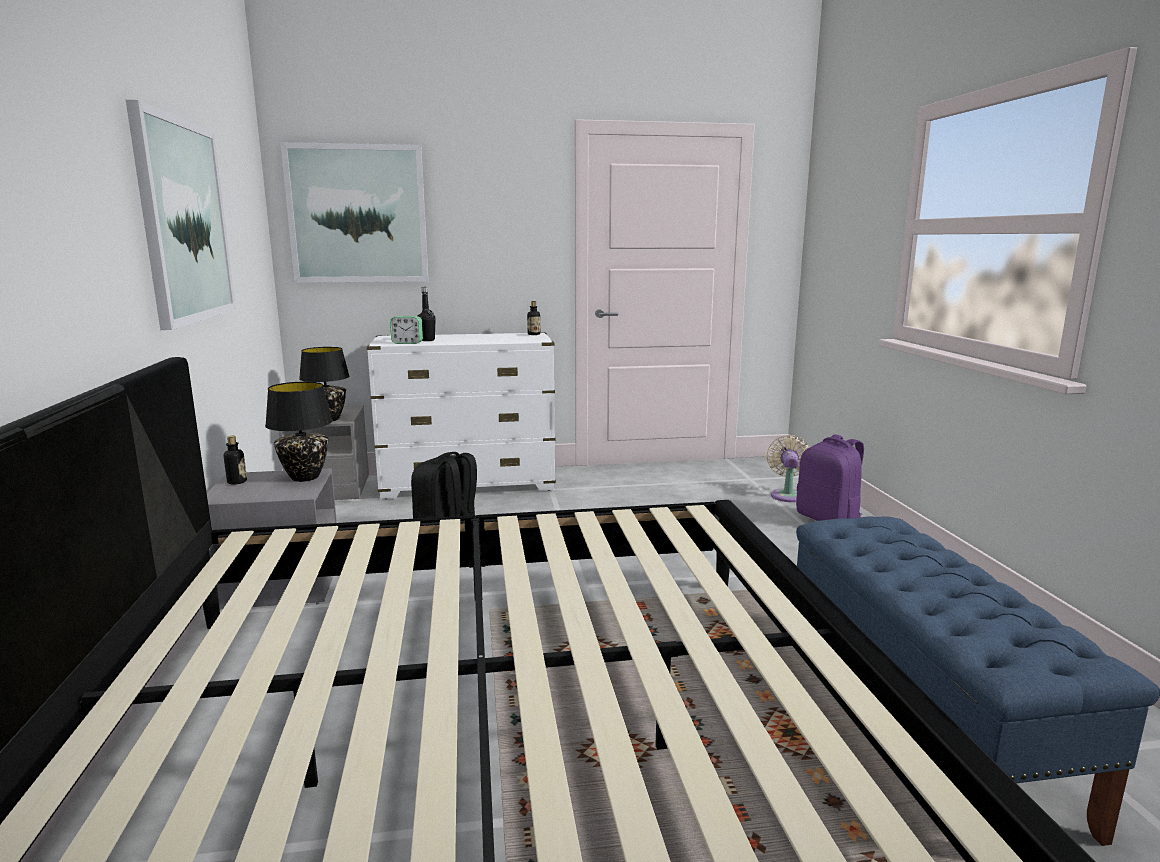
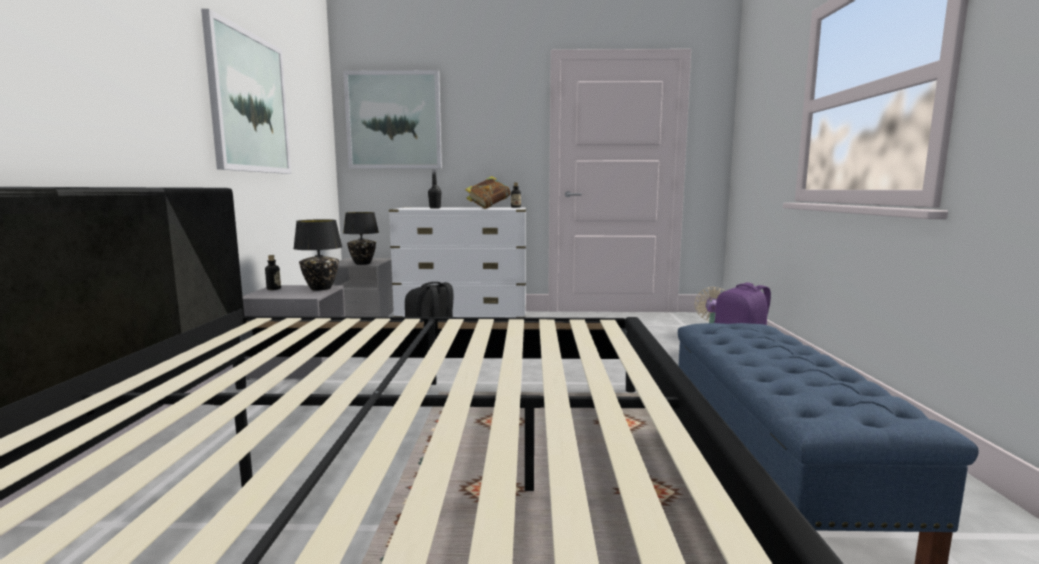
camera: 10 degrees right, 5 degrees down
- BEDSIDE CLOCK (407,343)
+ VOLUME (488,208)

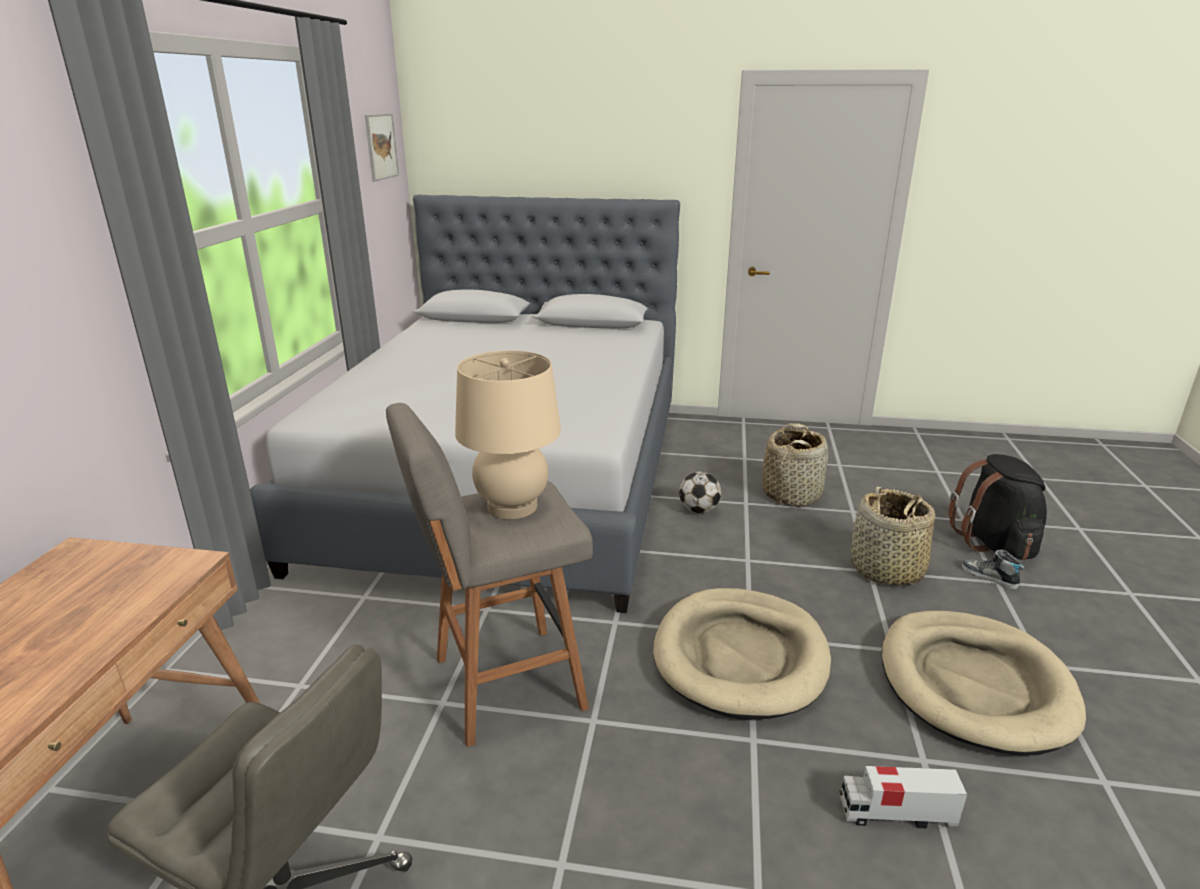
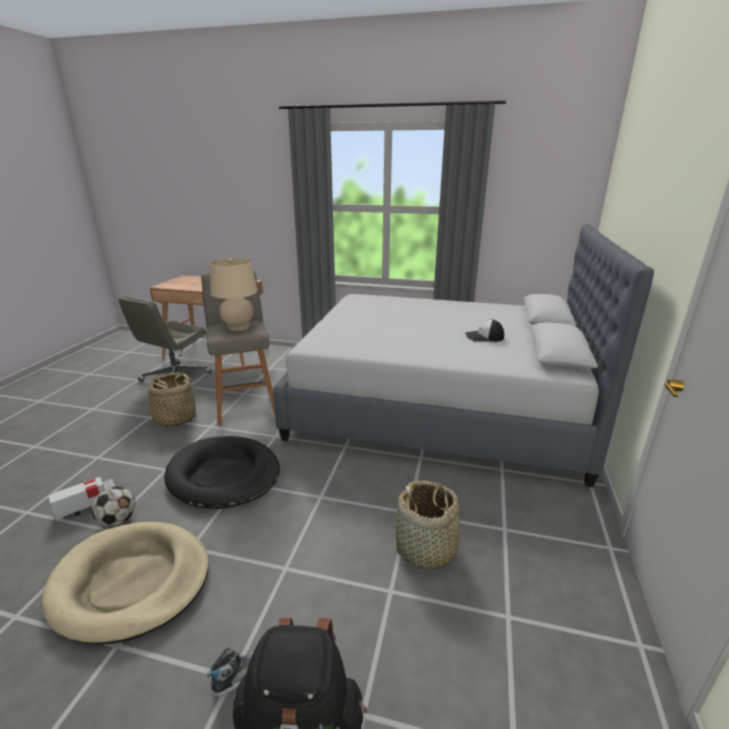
camera: 95 degrees right, 0 degrees up
- WALL PICTURE (381,146)
~ BEIGE DOG CUSHION (740,657) to BLACK-COLOURED DOG CUSHION (224,475)
~ BALL FOR FOOTBALL (699,510) to (118,520)
~ TOY LORRY (895,814) = (89,506) 45 degrees clockwise
~ STORAGE BASKET (886,570) to (175,418)
+ PEAKED CAP (484,337)

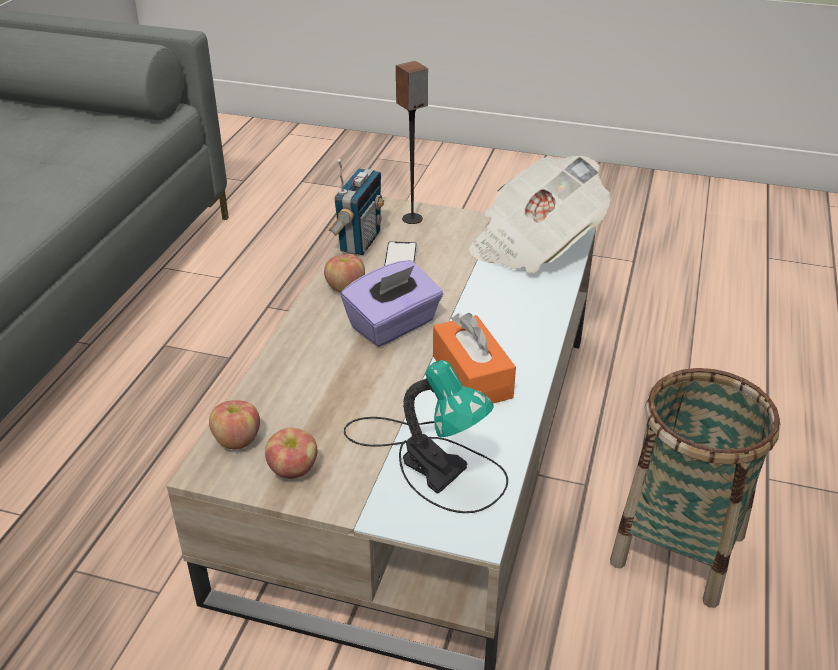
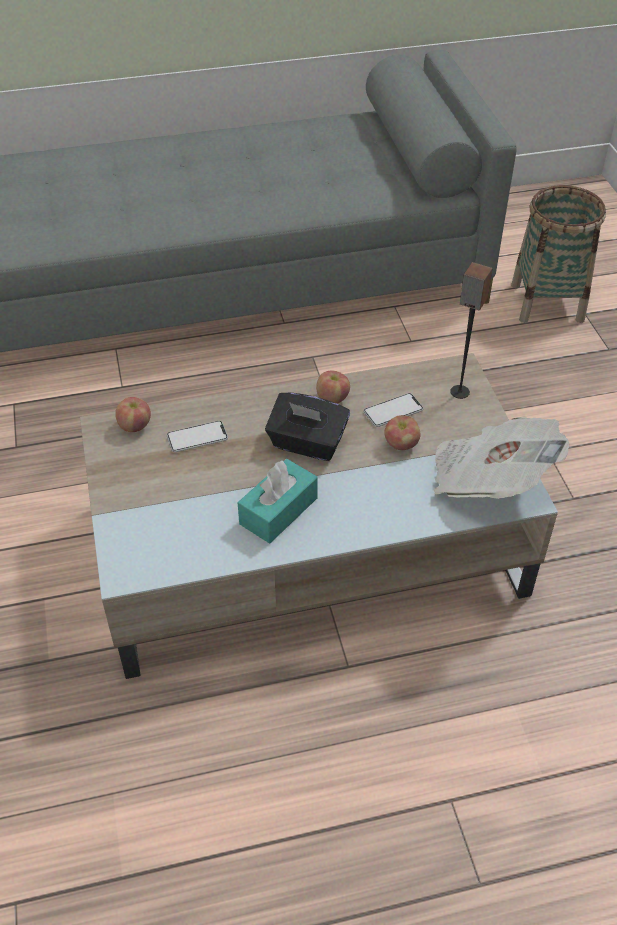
camera: 60 degrees right, 10 degrees up
~ APPLE FRUIT (293,470) to (401,444)
- RADIO SET (359,241)
~ PURPLE-COLOURED TISSUE HOLDER (393,325) to BLACK-COLOURED TISSUE HOLDER (307,444)
- TABLETOP LAMP (430,460)
~ ORANGEY TISSUE HOLDER (472,376) to BLUE-GREEN TISSUE HOLDER (278,511)
~ STORAGE BASKET (677,549) to (547,302)
+ PHONE (197,437)

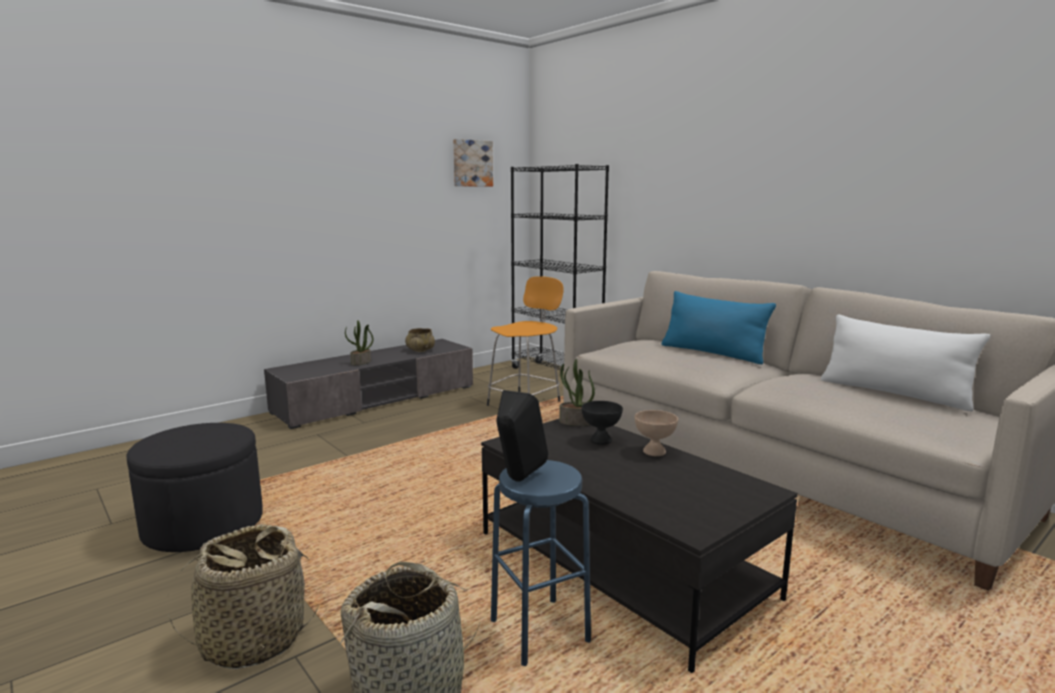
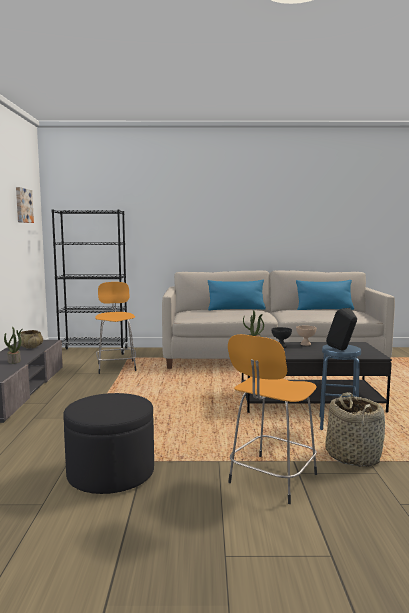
camera: 50 degrees left, 5 degrees down
~ STORAGE BASKET (252,639) to ORANGEY SITTING STOOL (271,480)
~ WHITE PILLOW (893,393) to BLUE PILLOW (324,309)

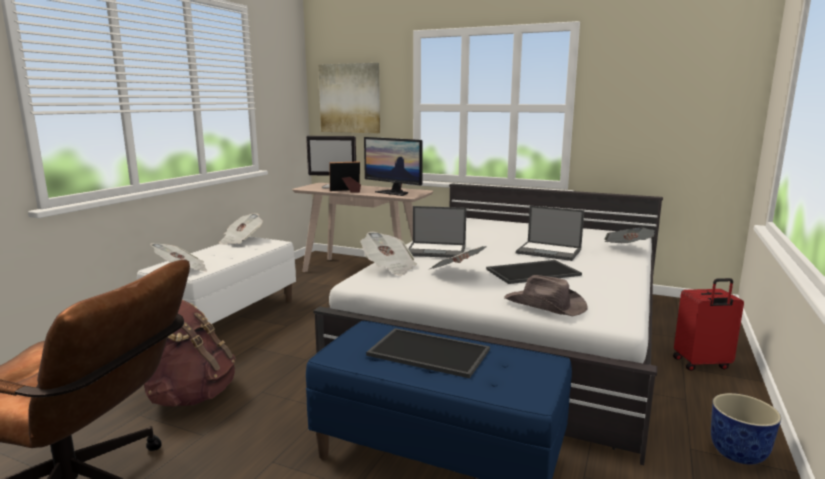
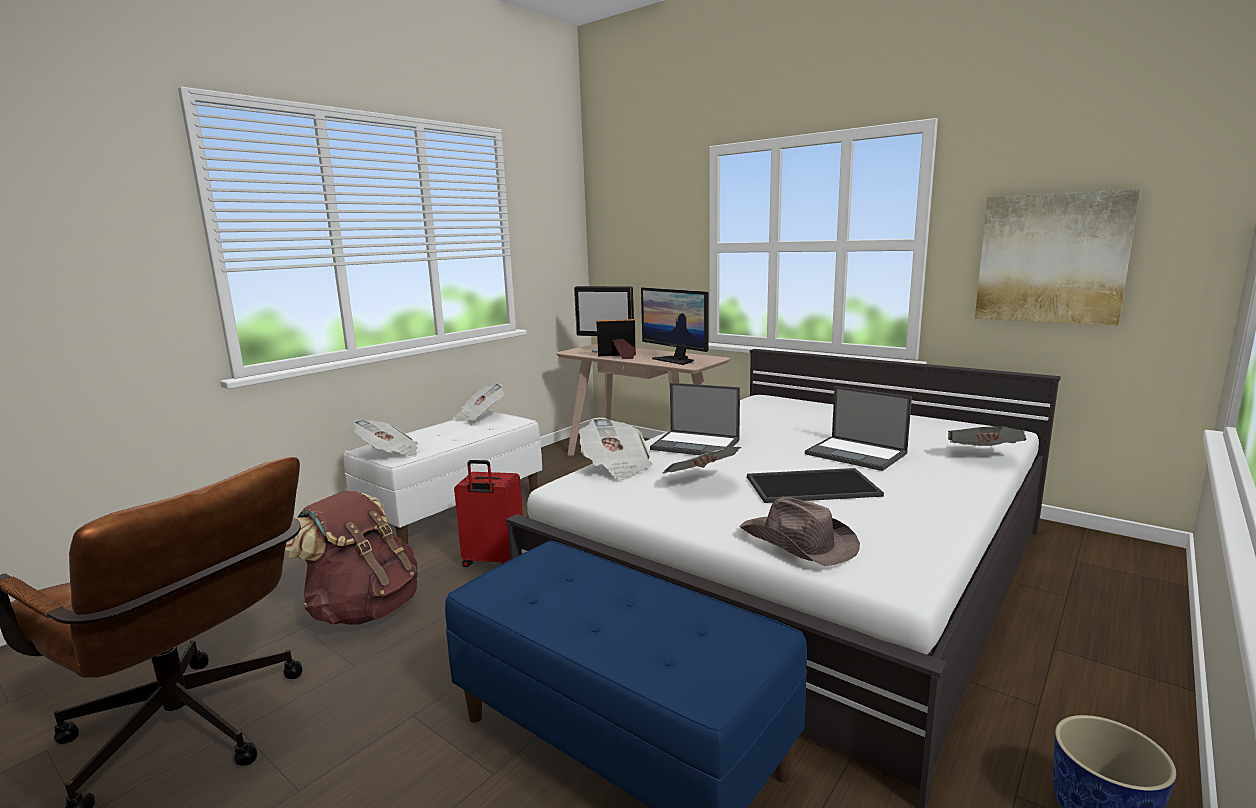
camera: 15 degrees right, 0 degrees up
~ WALL PICTURE (350,98) to (1051,258)
- SERVING TRAY (426,353)
~ REDDISH TRAVEL CASE (702,364) to (493,561)

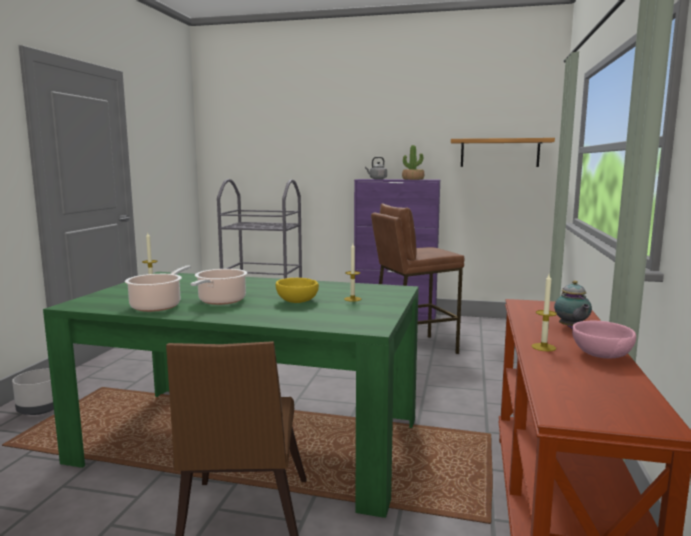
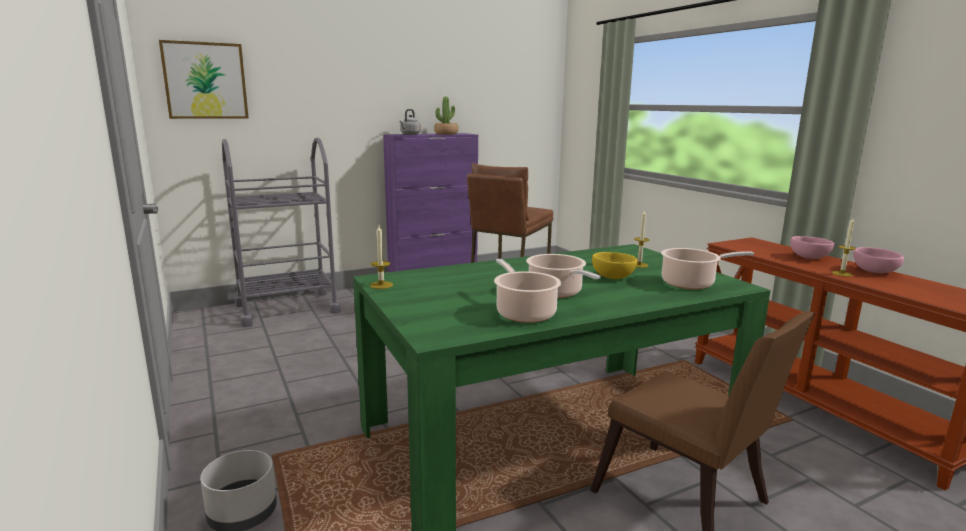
camera: 40 degrees left, 5 degrees up
- BRACKET SHELF (499,153)
~ TEAPOT (571,328) to PINK SERVING BOWL (808,257)
+ WALL PICTURE (205,81)
+ STOCKPOT (691,283)

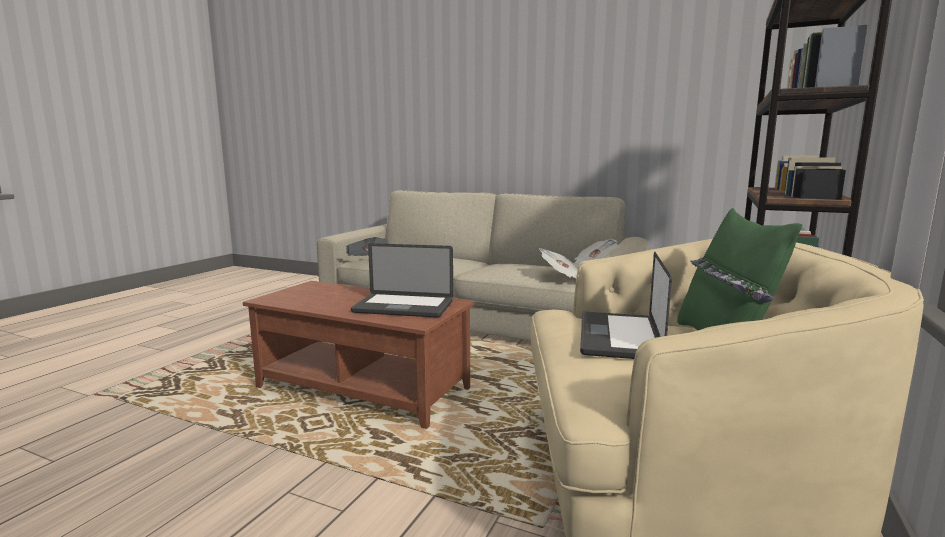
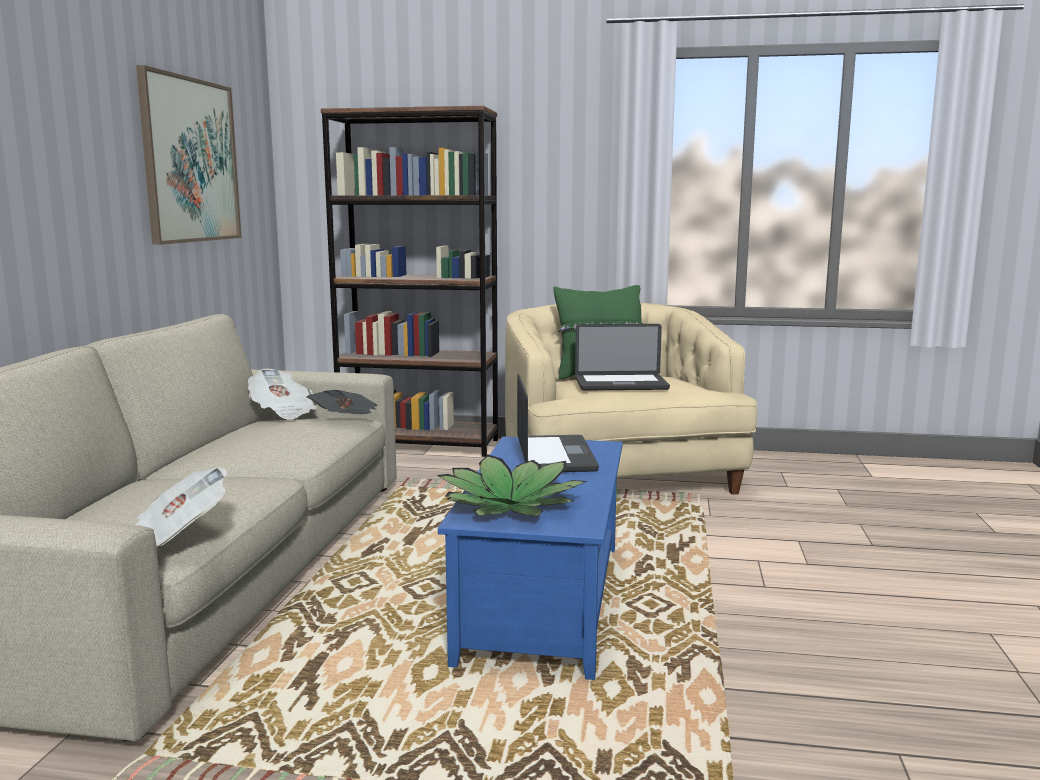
camera: 105 degrees left, 0 degrees up
~ BROWNISH COFFEE TABLE (364,388) to BLUE COFFEE TABLE (540,601)
+ WALL PICTURE (190,160)
+ PLANT IN A POT (510,505)

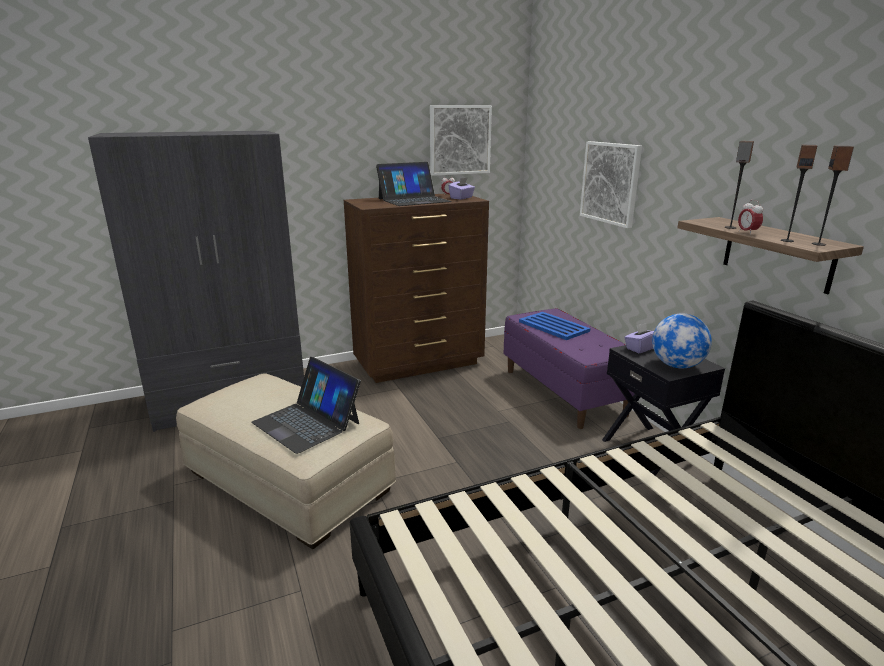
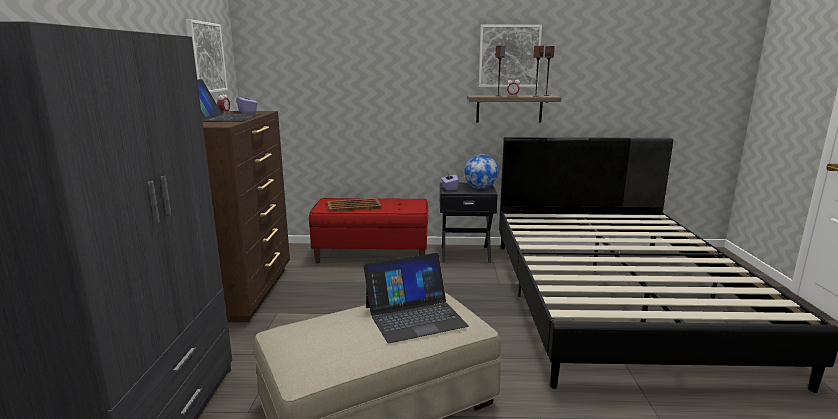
camera: 65 degrees left, 5 degrees down
~ PURPLE-COLOURED LONG SEAT (564,392) to REDDISH LONG SEAT (372,254)
~ BLUE SERVING TRAY (554,327) to BROWNISH SERVING TRAY (354,206)
~ WALL PICTURE (610,183) to (509,56)

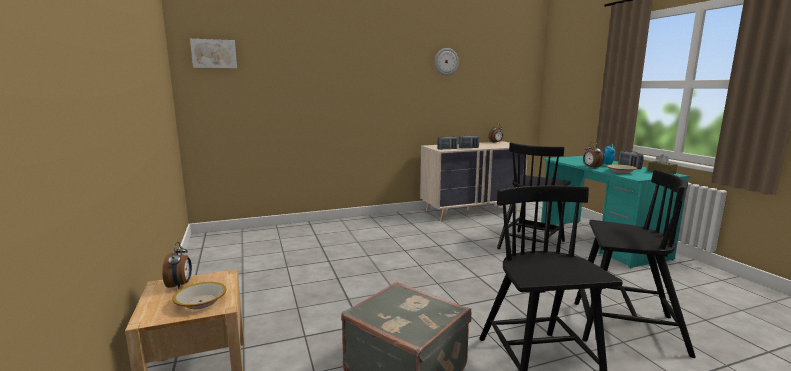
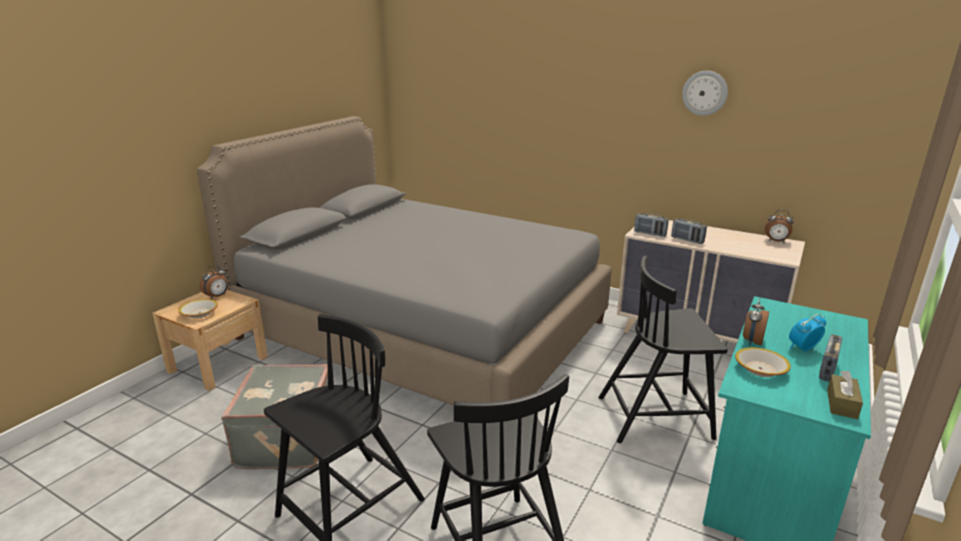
camera: 50 degrees right, 10 degrees up
- WALL PICTURE (214,54)
+ GREYISH SLEEPING BED (422,330)

